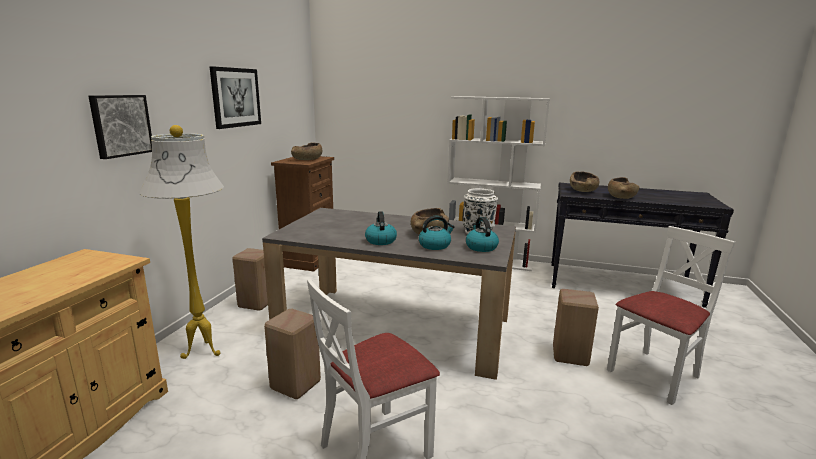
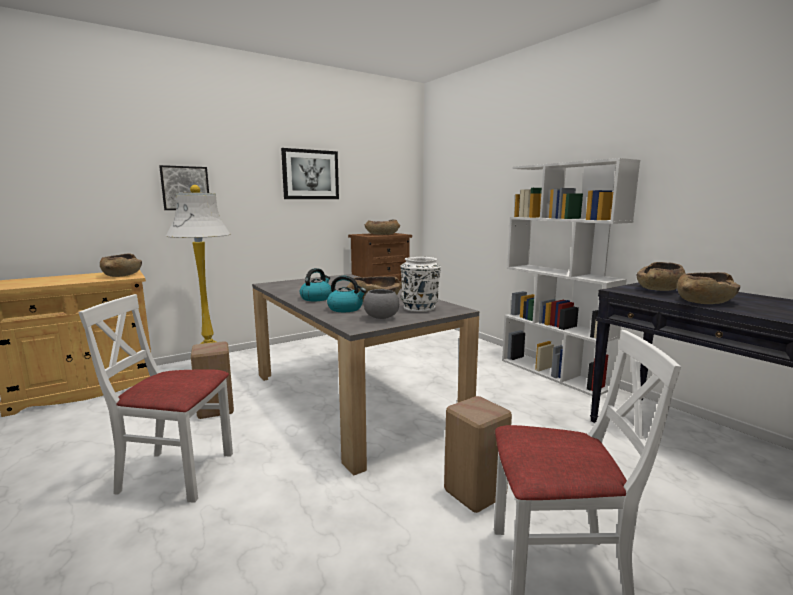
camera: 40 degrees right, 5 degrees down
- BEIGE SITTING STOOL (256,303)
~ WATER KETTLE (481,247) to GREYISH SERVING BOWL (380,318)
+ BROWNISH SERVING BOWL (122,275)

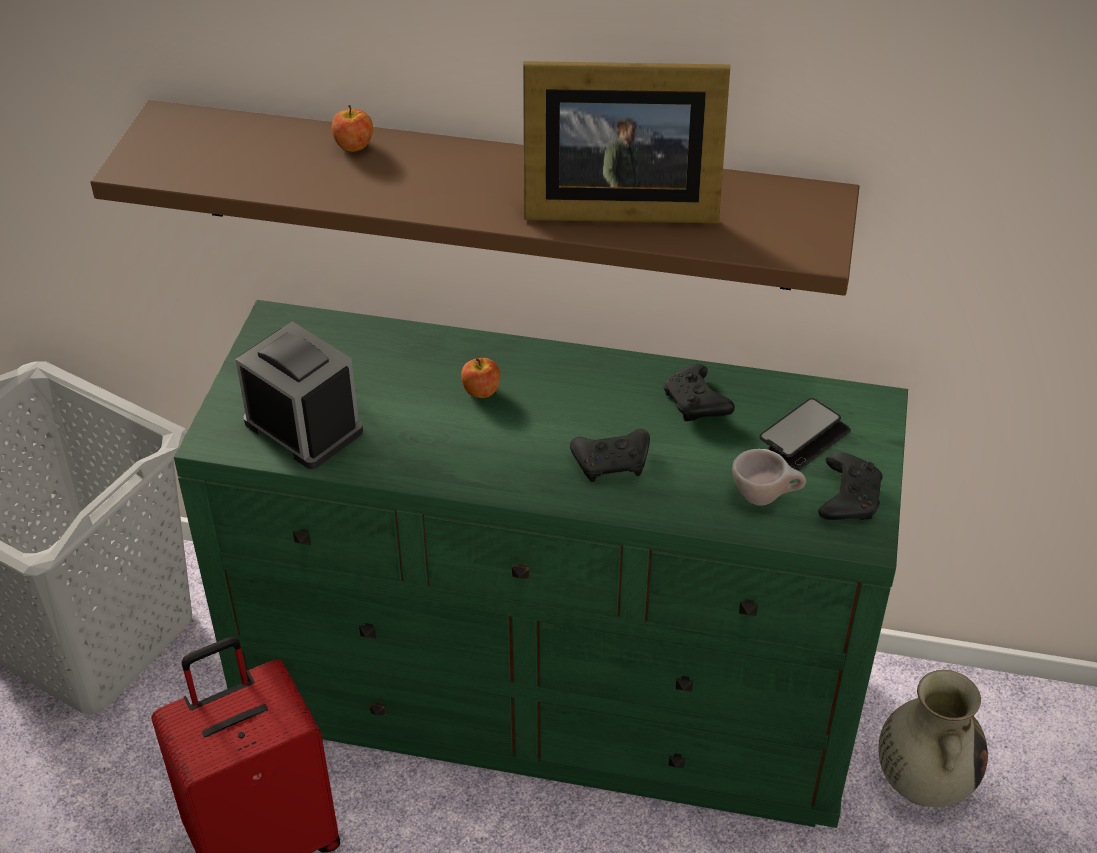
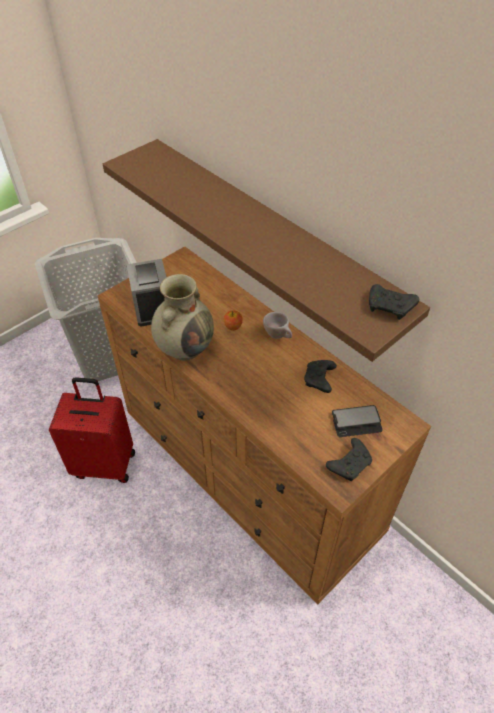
camera: 35 degrees right, 5 degrees up
~ GREEN-COLOURED CHEST OF DRAWERS (553,697) to BROWNISH CHEST OF DRAWERS (249,472)
- APPLE FRUIT (354,146)
- STANDING FRAME (614,205)
~ BLACK-COLOURED GAME CONTROLLER (613,463) to (390,307)
~ BEIGE SMALL CUP (765,497) to (278,336)
~ BEIGE FLOWER VASE (923,780) to (185,347)

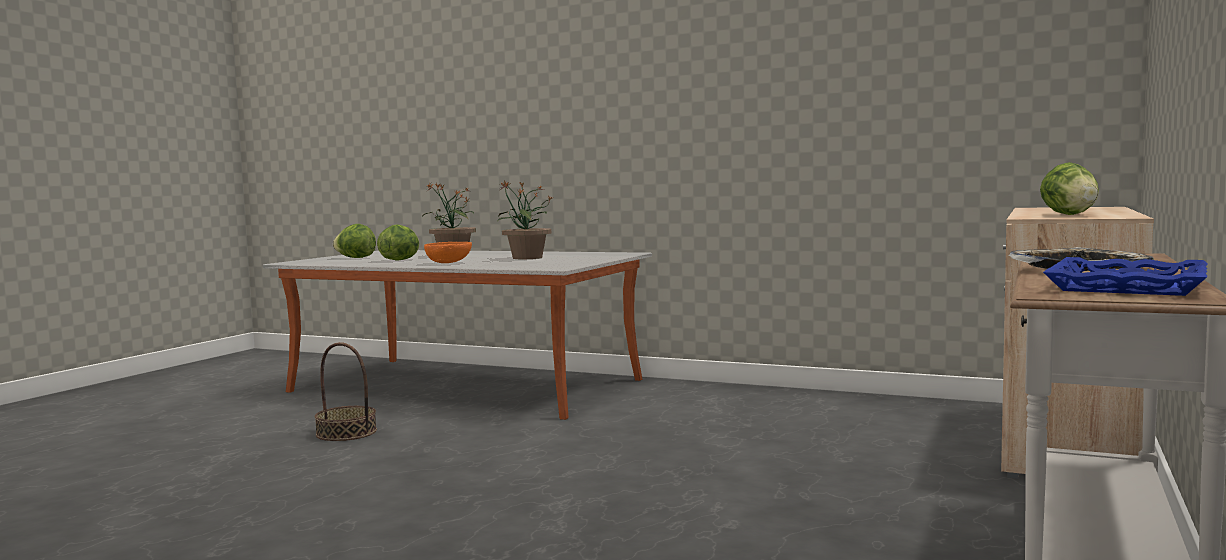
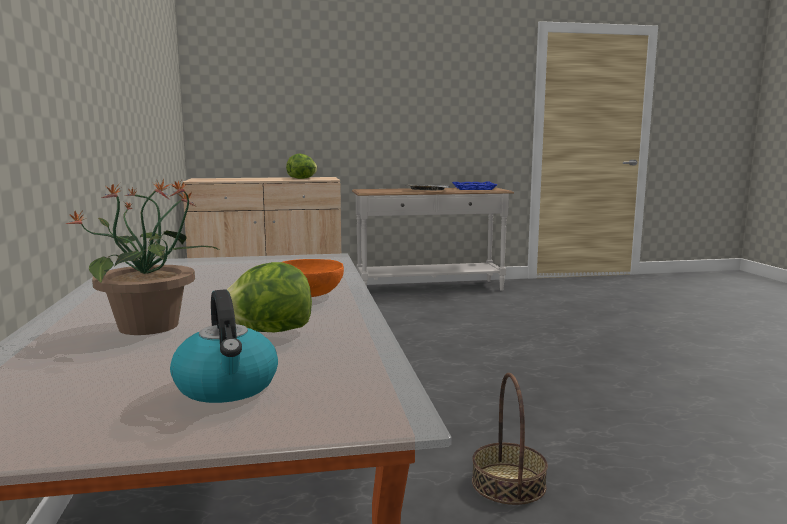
camera: 125 degrees left, 5 degrees up
~ HEAD OF LETTUCE (355,258) to WATER KETTLE (227,387)
- PLANT IN A POT (526,258)

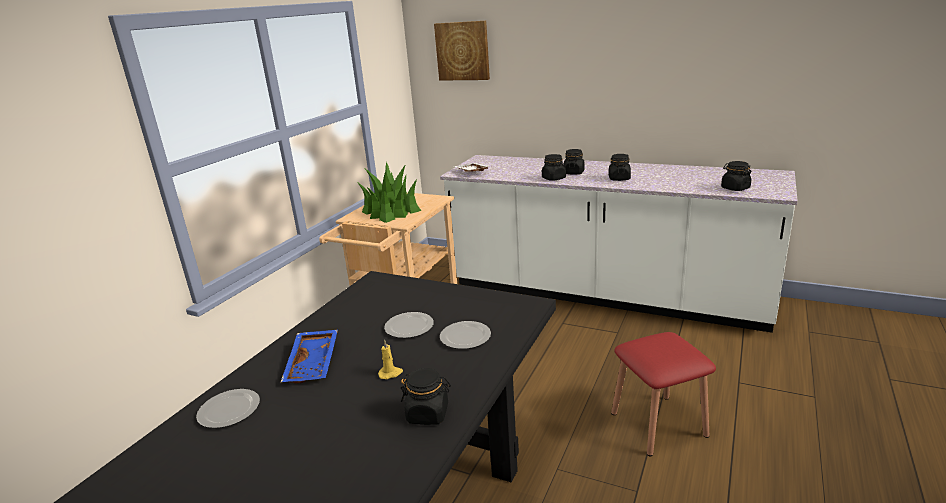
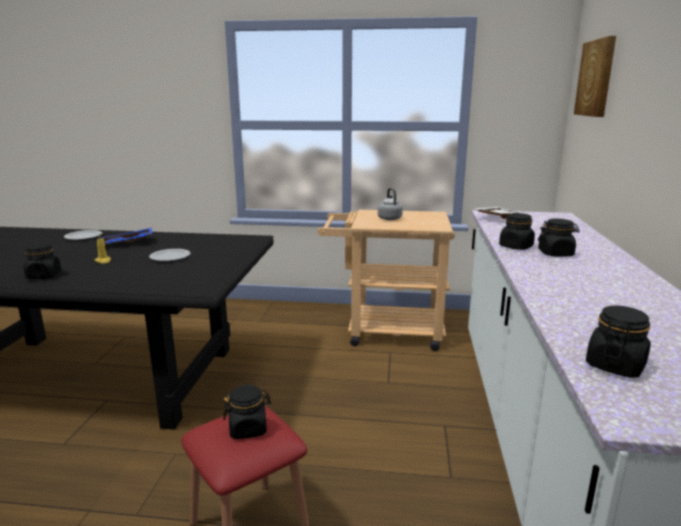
camera: 70 degrees right, 5 degrees down
~ PLANT IN A POT (390,211) to GREYISH WATER KETTLE (389,218)
- FLAT DISH (466,337)
~ BLACK-COLOURED PRESERVE JAR (619,178) to (248,428)

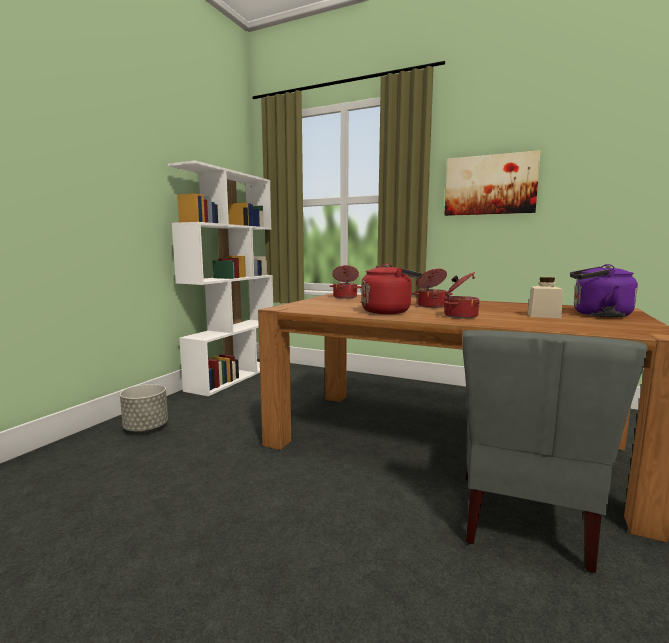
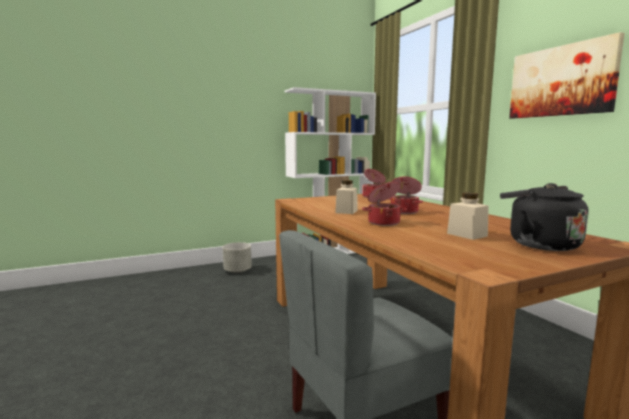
camera: 40 degrees right, 0 degrees up
~ REDDISH WATER KETTLE (388,311) to BEIGE PRESERVE JAR (346,211)
~ PURPLE-COLOURED WATER KETTLE (597,315) to BLACK-COLOURED WATER KETTLE (538,244)

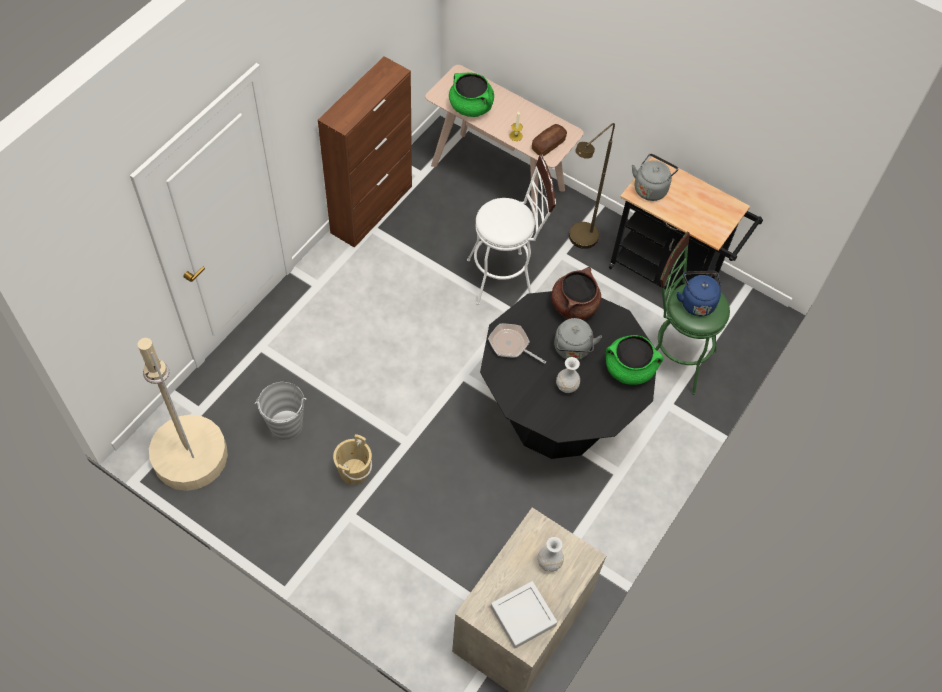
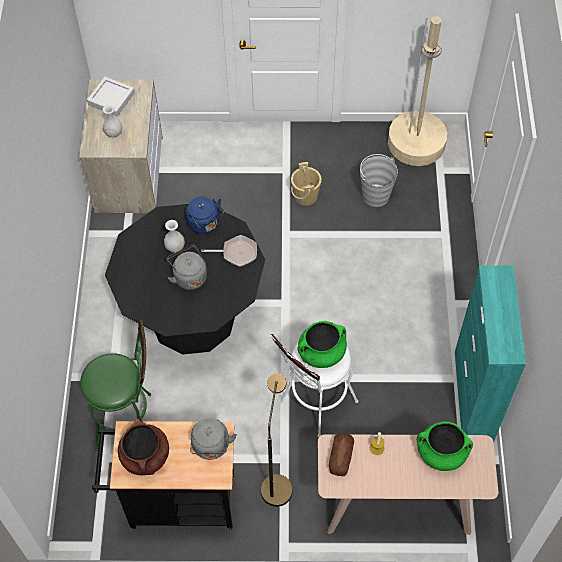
camera: 150 degrees right, 0 degrees up
~ BROWNISH CABINET (372,209) to BLUE-GREEN CABINET (473,396)
~ BROWNISH STOCKPOT (574,305) to (145,456)
~ GREEN-COLOURED STOCKPOT (629,369) to (321,353)
~ BLUE WATER KETTLE (696,301) to (205,224)

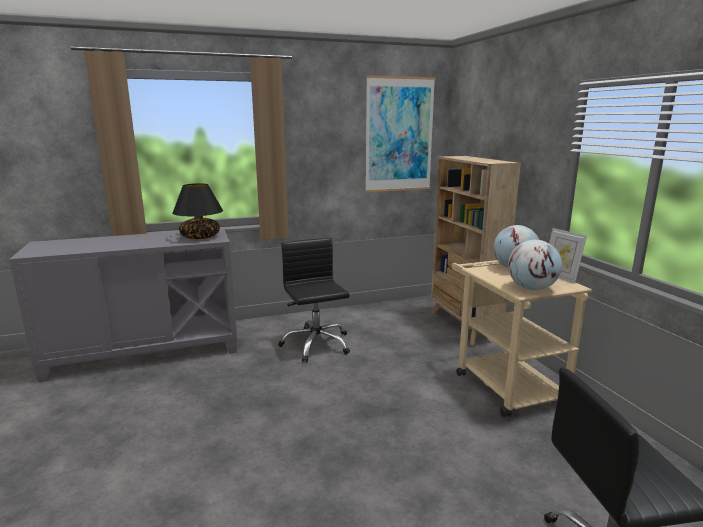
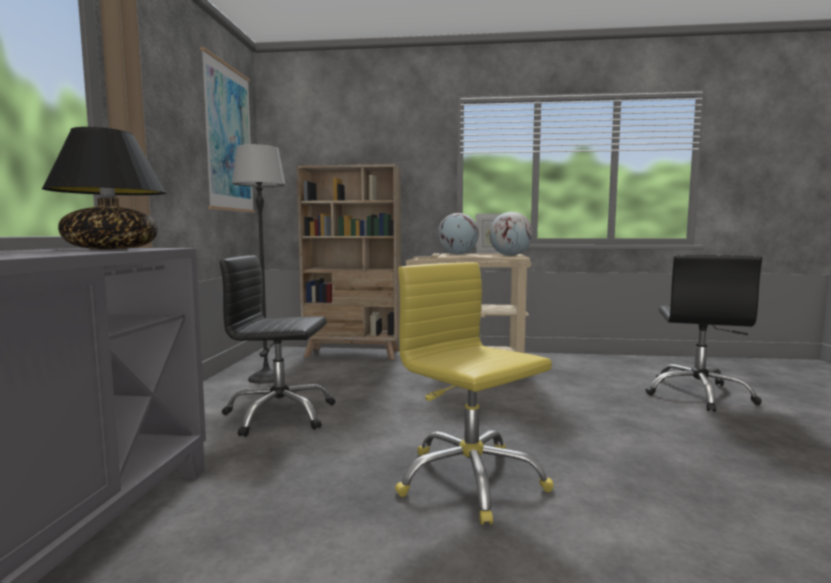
camera: 65 degrees left, 10 degrees down
+ FLOOR LAMP (266,378)
+ YELLOW-COLOURED OFFICE CHAIR (470,480)

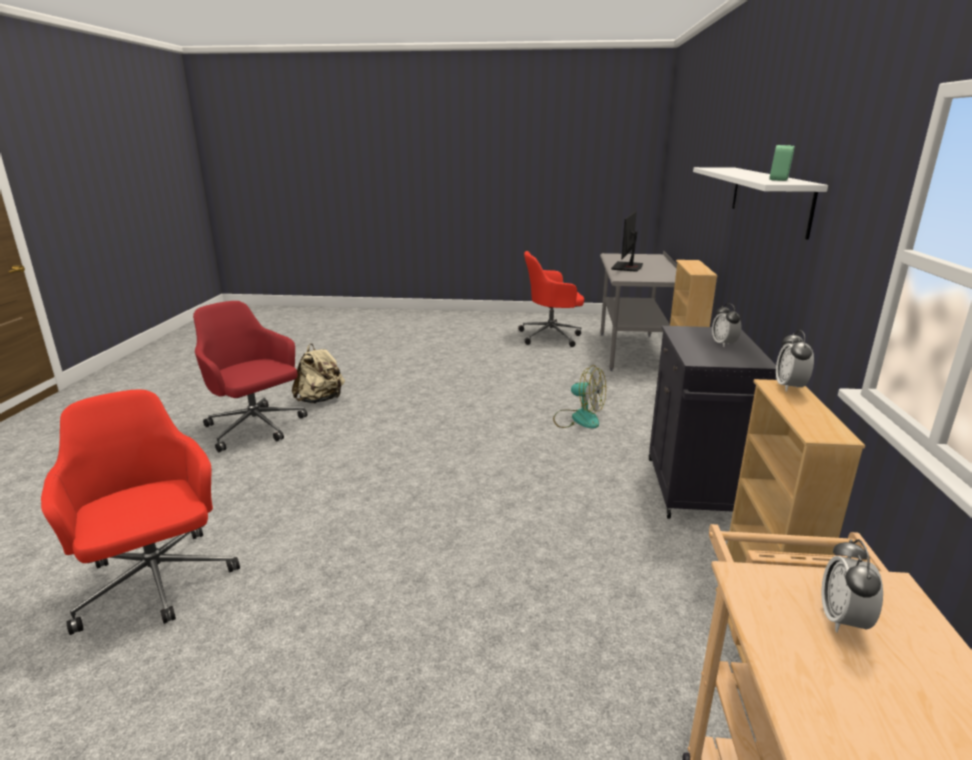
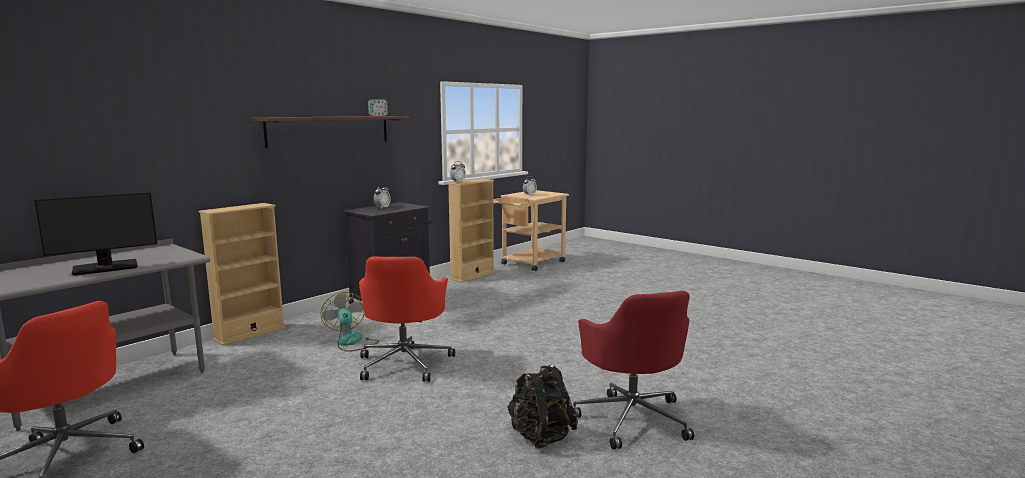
camera: 145 degrees left, 10 degrees down
~ REDDISH OFFICE CHAIR (157,584) to (405,363)
~ BEIGE RUCKSACK (320,400) to BLACK-COLOURED RUCKSACK (540,437)
~ WHITE BRACKET SHELF (768,198) to BROWNISH BRACKET SHELF (329,130)

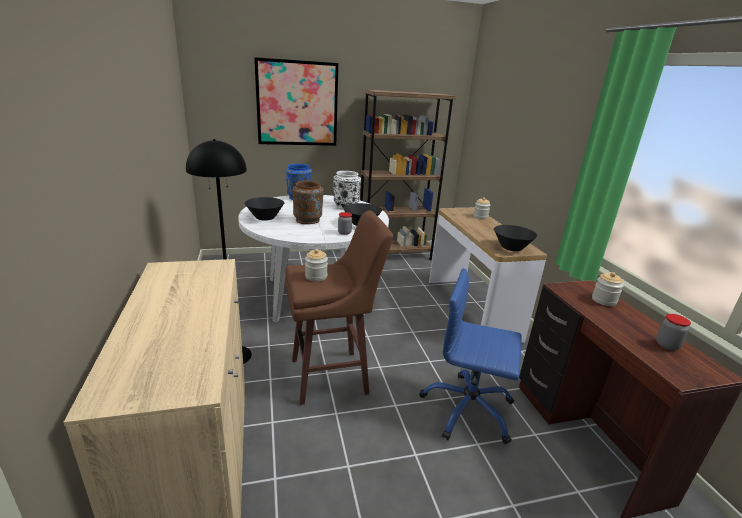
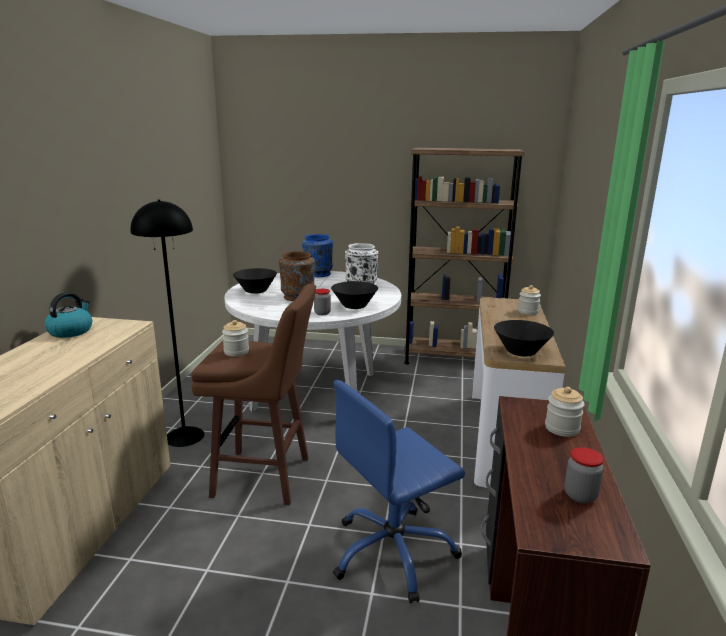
camera: 25 degrees right, 5 degrees down
- WALL PICTURE (297,103)
~ BLUE OFFICE CHAIR (467,409) = (393,552) 75 degrees counterclockwise
+ WATER KETTLE (71,331)

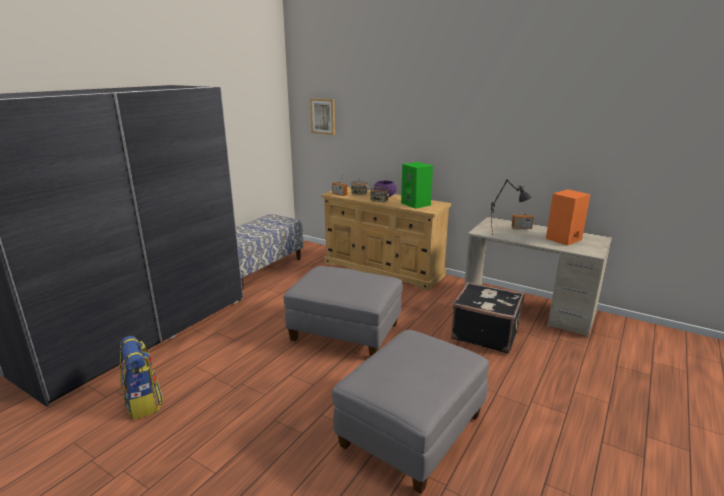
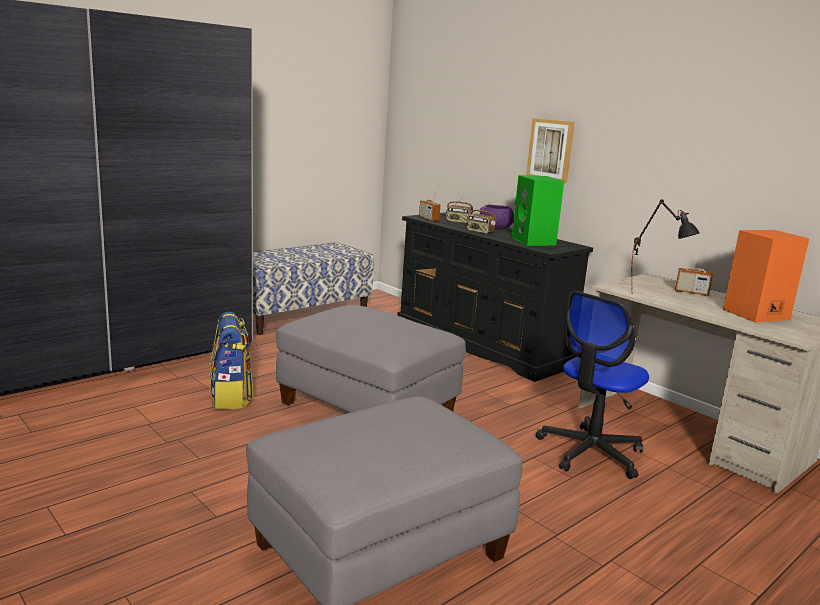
camera: 15 degrees right, 5 degrees down
~ RUCKSACK (144,403) to (231,397)
~ WALL PICTURE (323,116) to (550,150)
~ BEIGE CHEST OF DRAWERS (384,269) to BLACK-COLOURED CHEST OF DRAWERS (481,344)
~ BLACK-COLOURED TRAVEL CASE (485,333) to OFFICE CHAIR (590,452)

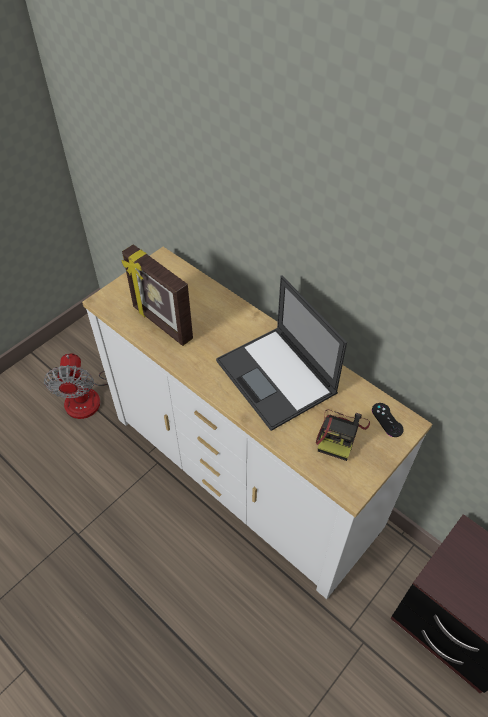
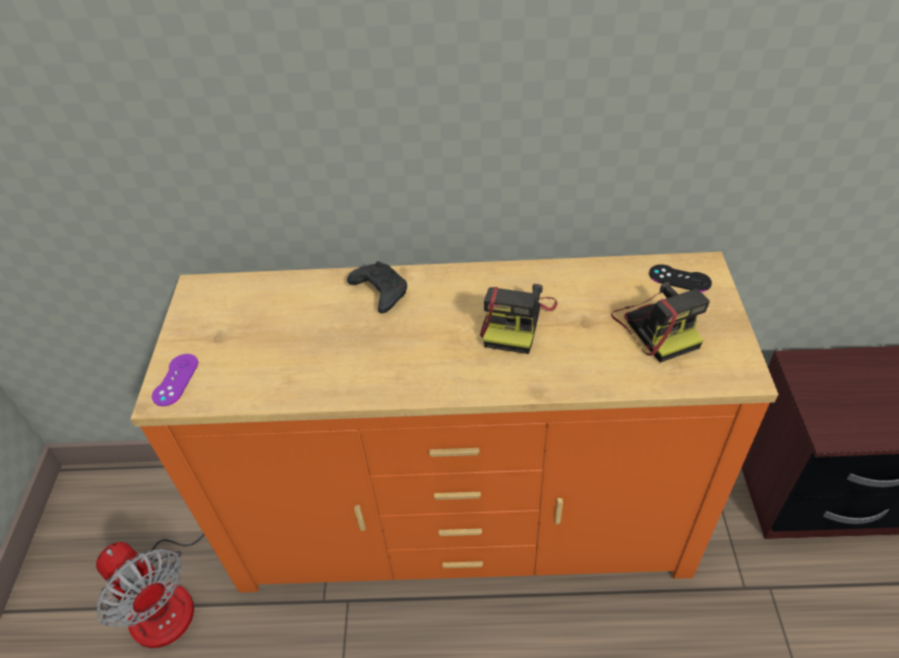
camera: 40 degrees left, 5 degrees down
~ WHITE CHEST OF DRAWERS (244,470) to ORANGEY CHEST OF DRAWERS (462,518)
- STANDING FRAME (161,323)
~ NOTEBOOK COMPUTER (277,378) to PHOTO CAMERA (516,321)
+ PURPLE-COLOURED GAME CONTROLLER (175,380)
+ BLACK-COLOURED GAME CONTROLLER (379,292)

